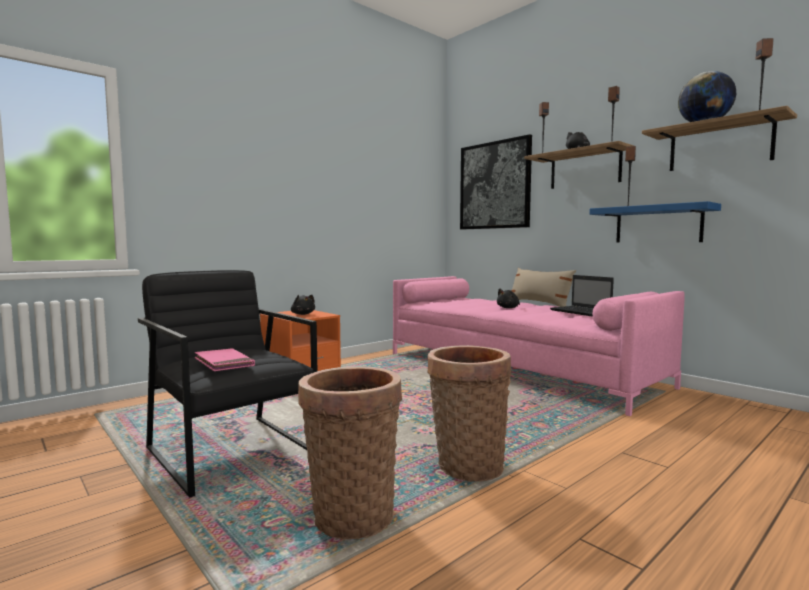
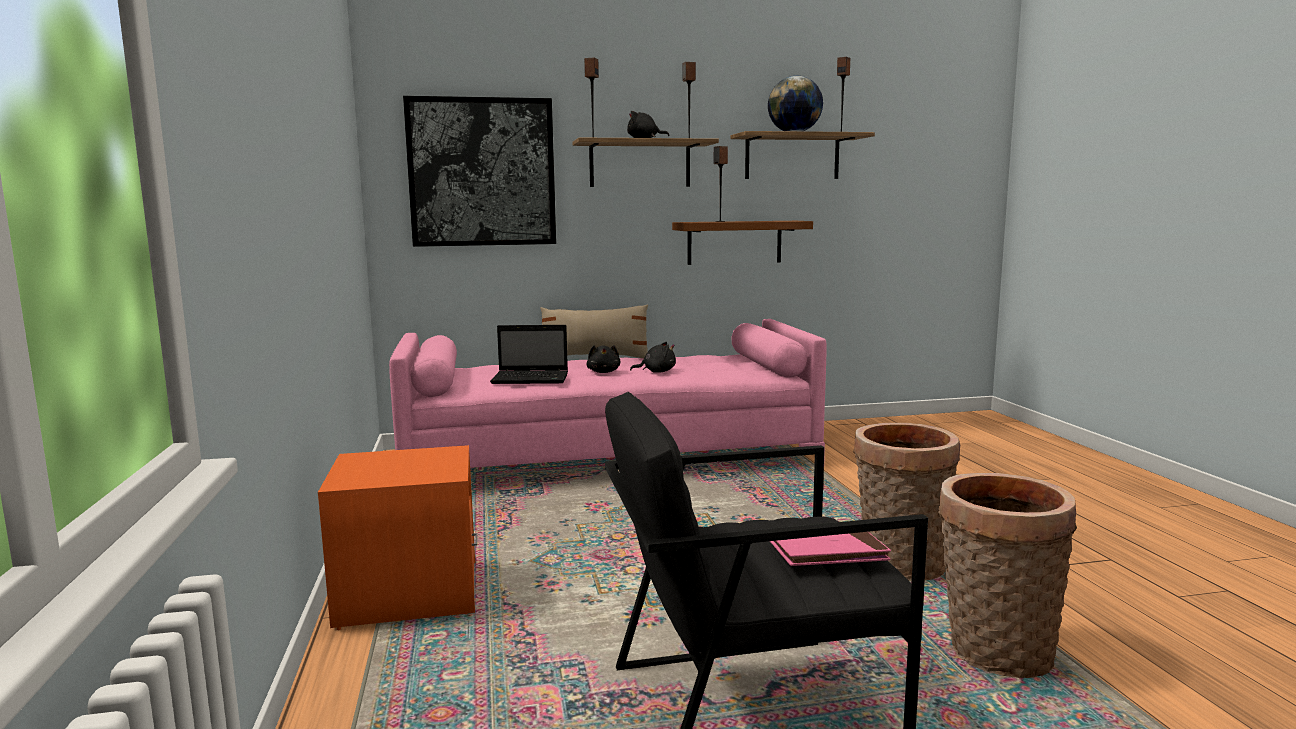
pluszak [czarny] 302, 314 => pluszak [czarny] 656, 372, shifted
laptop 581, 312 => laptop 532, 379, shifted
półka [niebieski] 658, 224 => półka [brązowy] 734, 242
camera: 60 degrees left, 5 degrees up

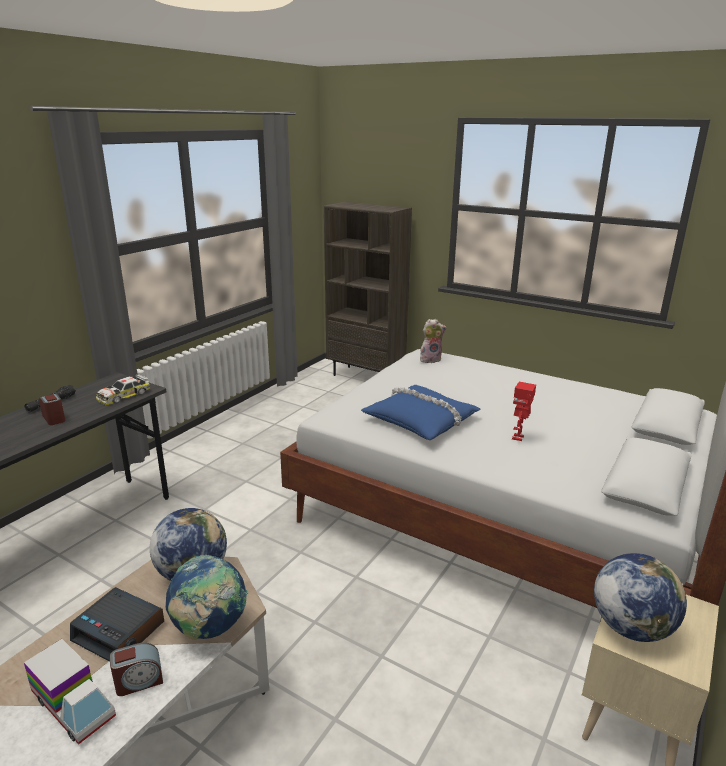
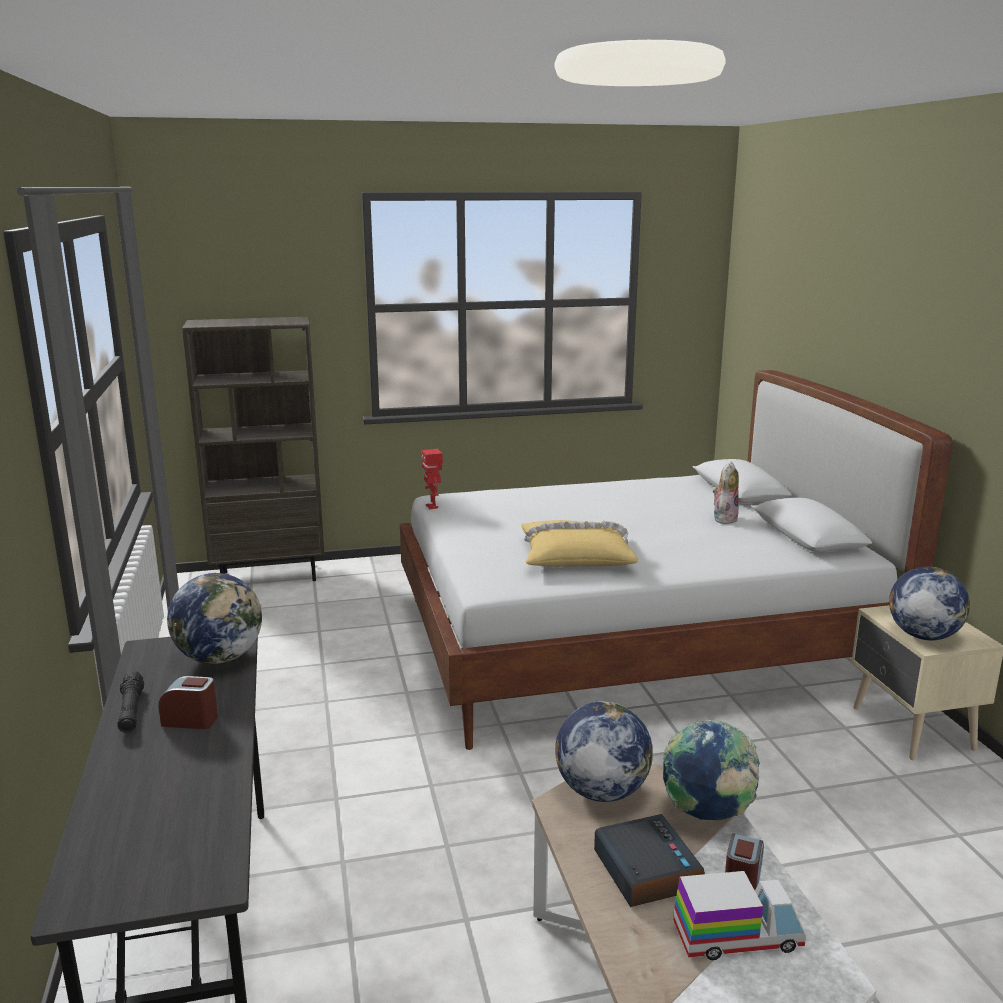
pluszak 430, 359 => pluszak 724, 518, shifted
robot zabawkowy 518, 438 => robot zabawkowy 432, 507, shifted
samochodzik 123, 395 => globus 220, 658
poduszka [niebieski] 421, 420 => poduszka [żółty] 575, 555
budzik 120, 631 => budzik 646, 870, 90 degrees counterclockwise
camera: 45 degrees left, 5 degrees down

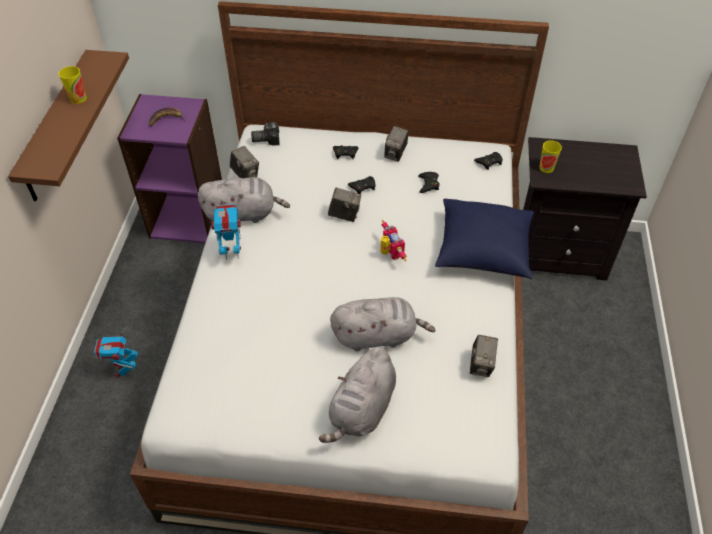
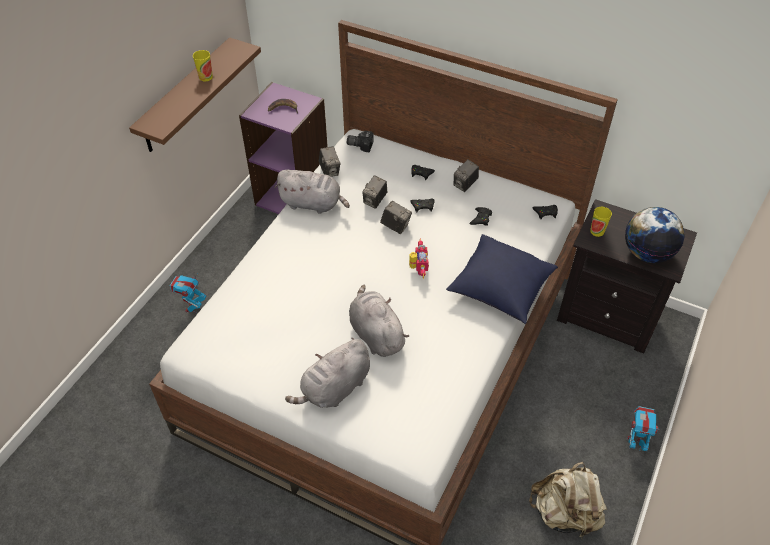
nothing => plecak [beżowy] 564, 513
nothing => globus 647, 253
robot zabawkowy 232, 253 => robot zabawkowy 634, 443, shifted
aparat fotograficzny 481, 365 => aparat fotograficzny 375, 201, shifted
pluszak [szary] 377, 336 => pluszak [szary] 375, 334, 135 degrees counterclockwise
camera: 20 degrees right, 0 degrees up

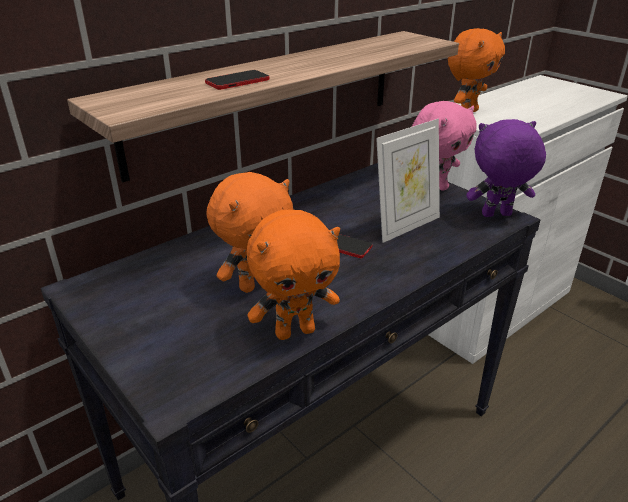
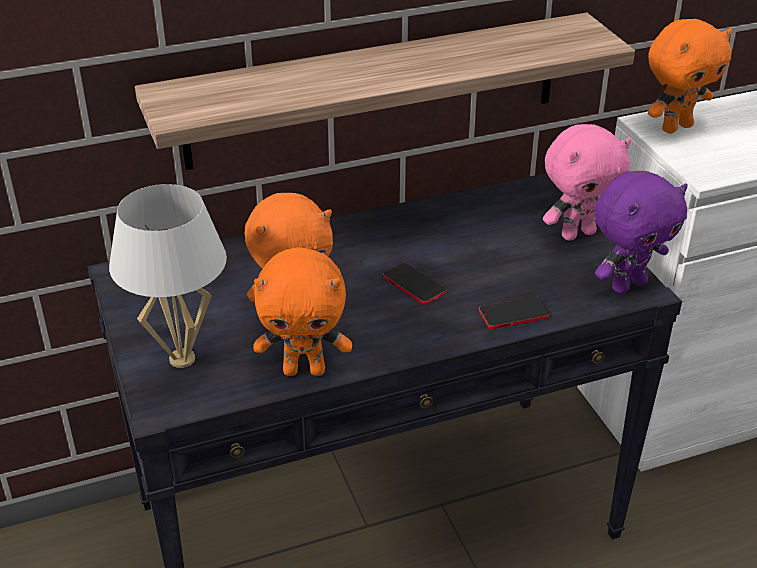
ramka na zdjęcie 405, 226 => nothing
nothing => lampa stołowa [biały] 182, 359
telefon 237, 81 => telefon 513, 314, shifted
pluszak [fioletowy] 496, 215 => pluszak [fioletowy] 628, 284, 135 degrees clockwise
camera: 20 degrees right, 5 degrees up

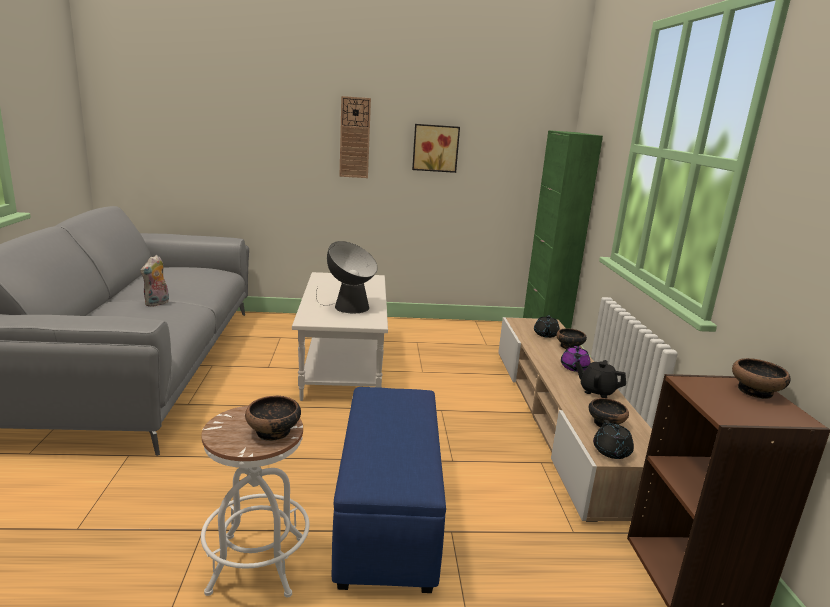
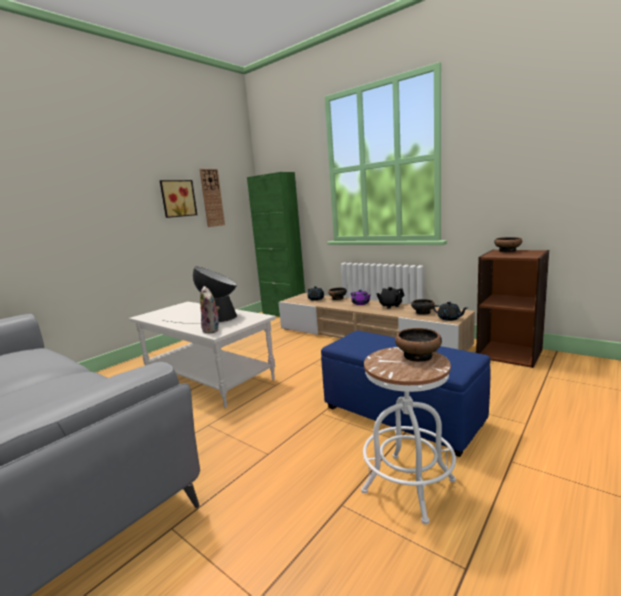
pluszak 157, 303 => pluszak 212, 330, shifted
zegar ścienny 355, 138 => zegar ścienny 212, 198, shifted
camera: 45 degrees left, 5 degrees down

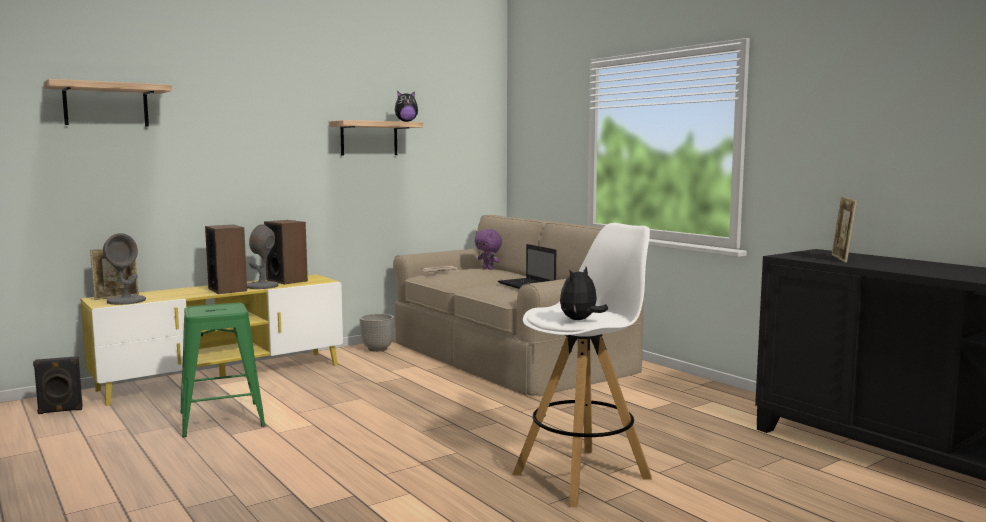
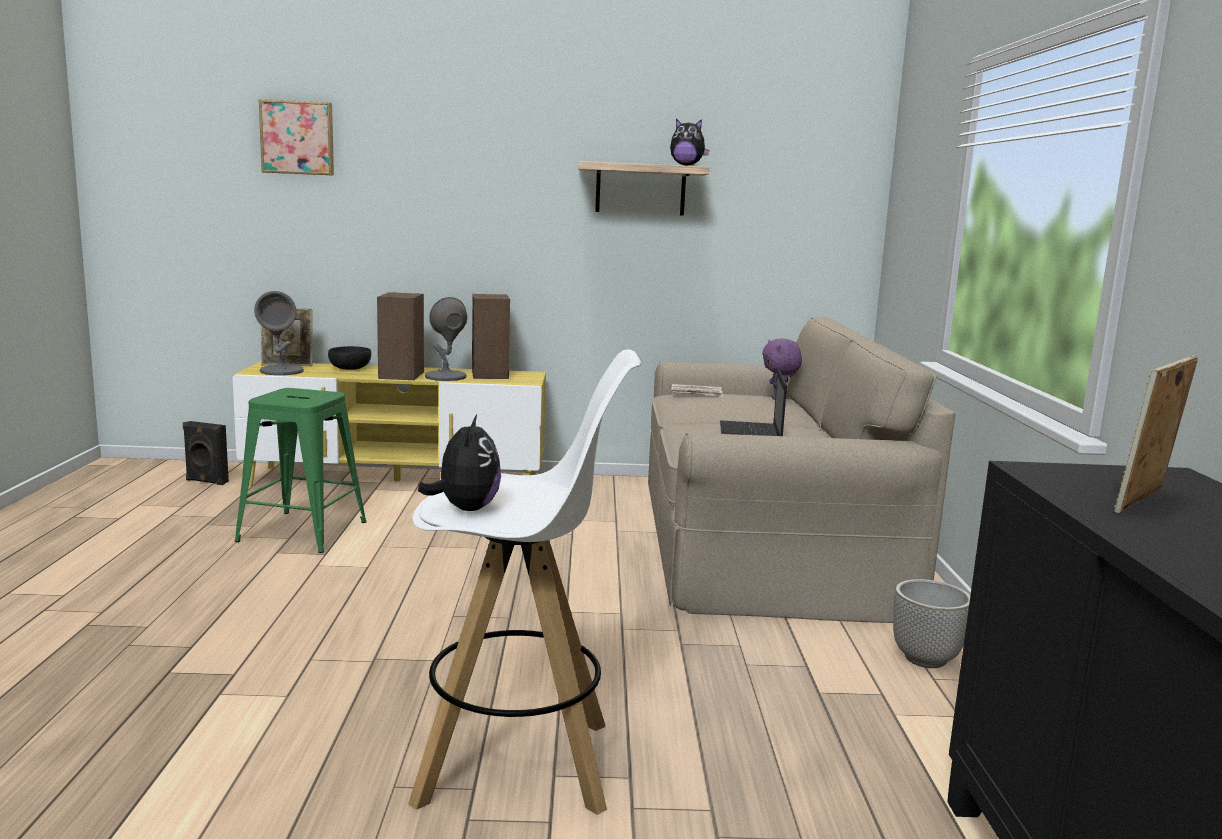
nothing => miska [czarny] 350, 368
donica 378, 349 => donica 926, 659, shifted
półka 106, 105 => obraz 298, 138
pluszak 580, 320 => pluszak 465, 508, 105 degrees clockwise
camera: 35 degrees right, 5 degrees up

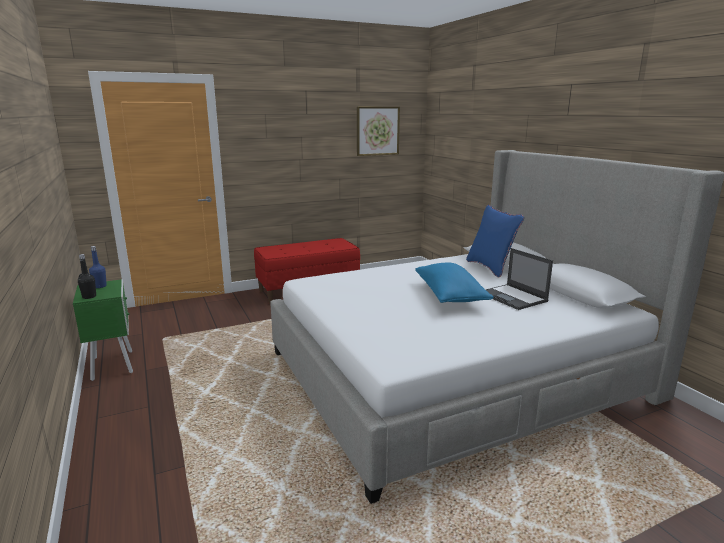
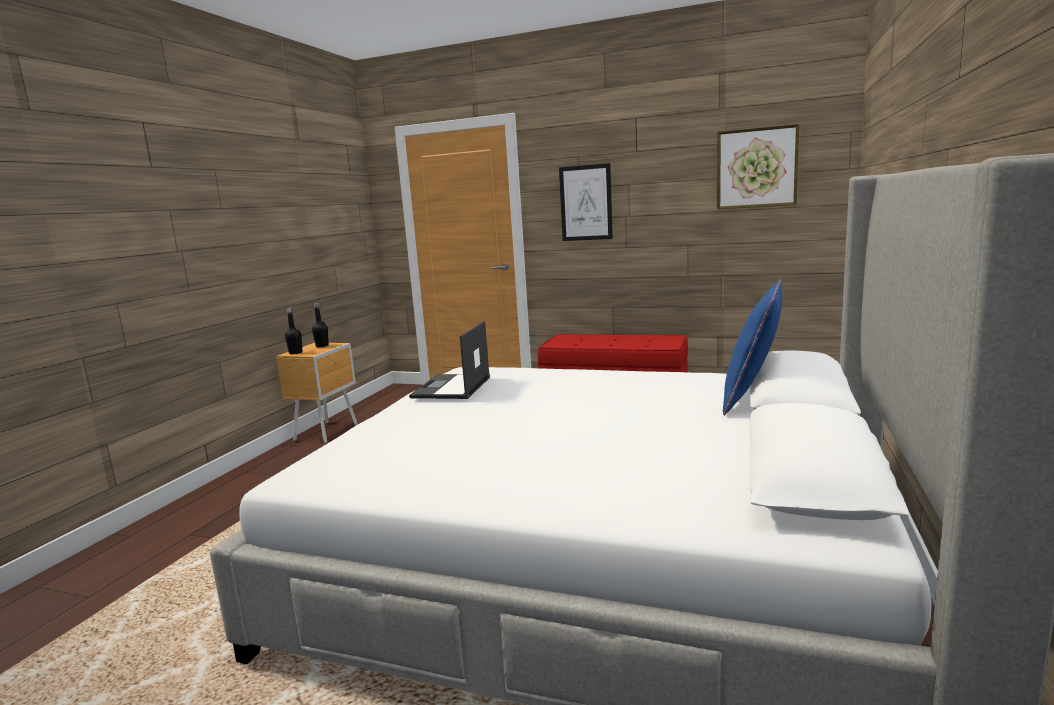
poduszka [niebieski] 450, 295 => nothing
nothing => obraz 586, 203
laptop 513, 297 => laptop 451, 387, shifted
szafka nocna [zielony] 113, 365 => szafka nocna [brązowy] 328, 432
butelka [niebieski] 100, 286 => butelka [czarny] 322, 346
camera: 45 degrees right, 5 degrees down

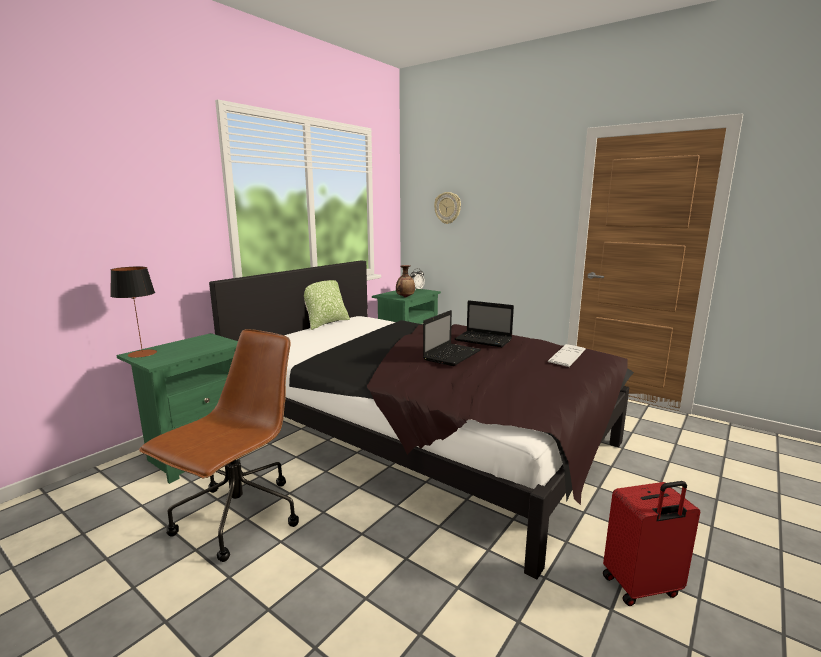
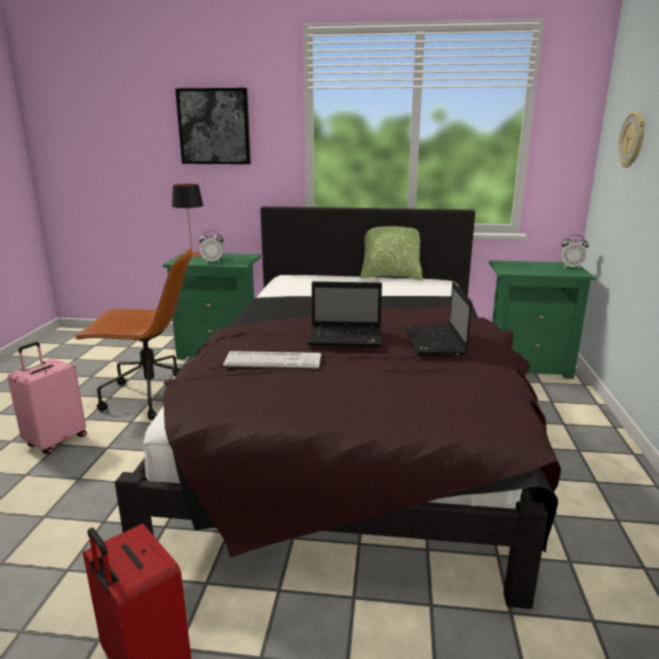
wazon 405, 297 => nothing
nothing => walizka [różowy] 56, 441
nothing => obraz 214, 126
nothing => budzik 213, 262
klawiatura 567, 356 => klawiatura 273, 361, shifted
camera: 60 degrees right, 5 degrees up

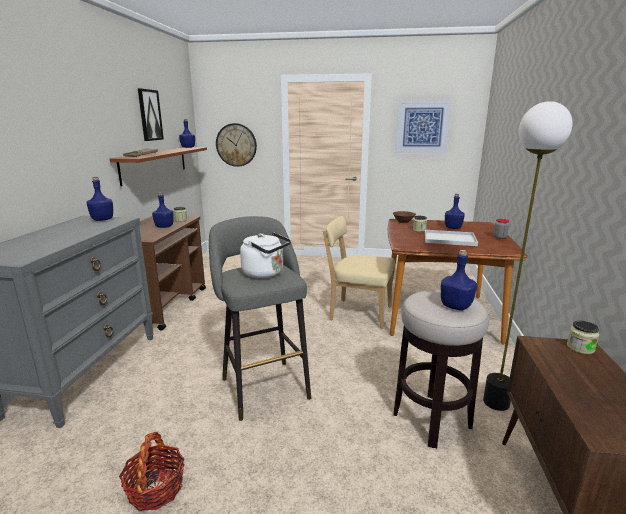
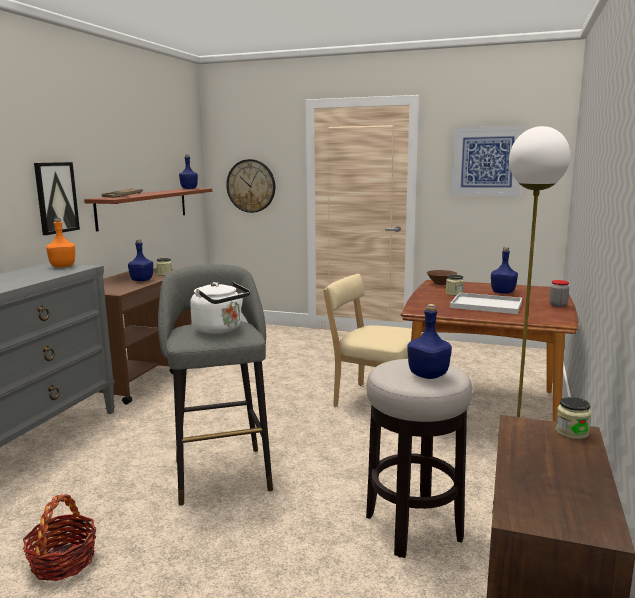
obraz 150, 115 => obraz 56, 197, shifted
butelka [niebieski] 103, 219 => butelka [pomarańczowy] 63, 266
camera: 10 degrees right, 5 degrees down

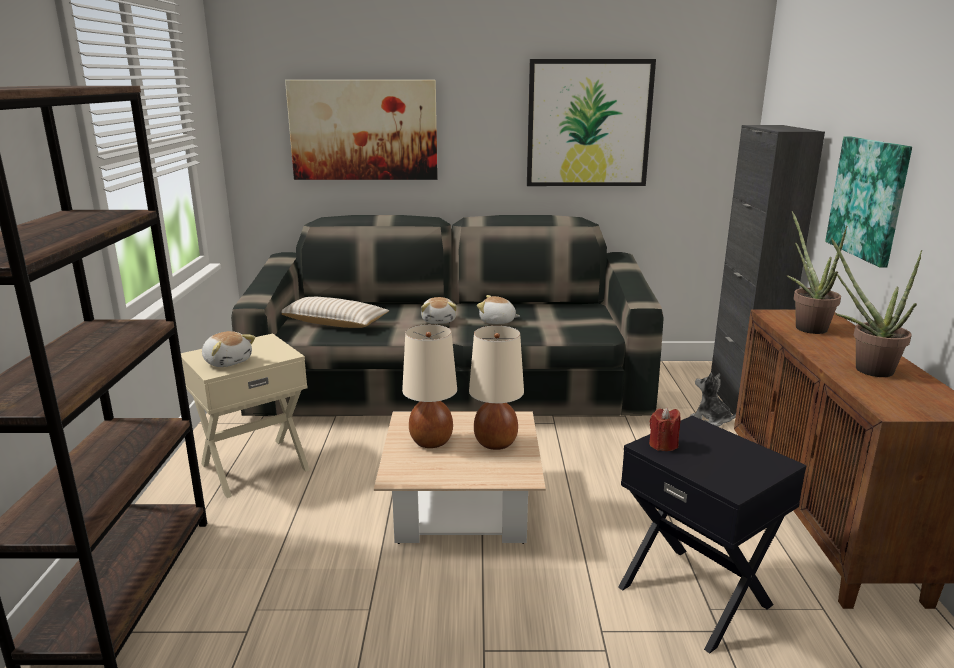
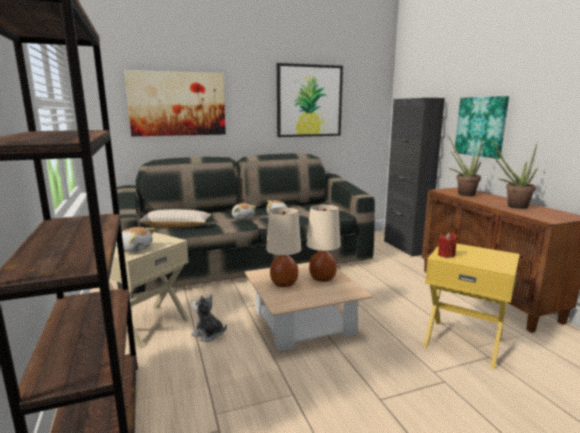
pluszak 711, 420 => pluszak 208, 334, shifted
stolik [czarny] 695, 595 => stolik [żółty] 463, 342
camera: 20 degrees left, 5 degrees down

